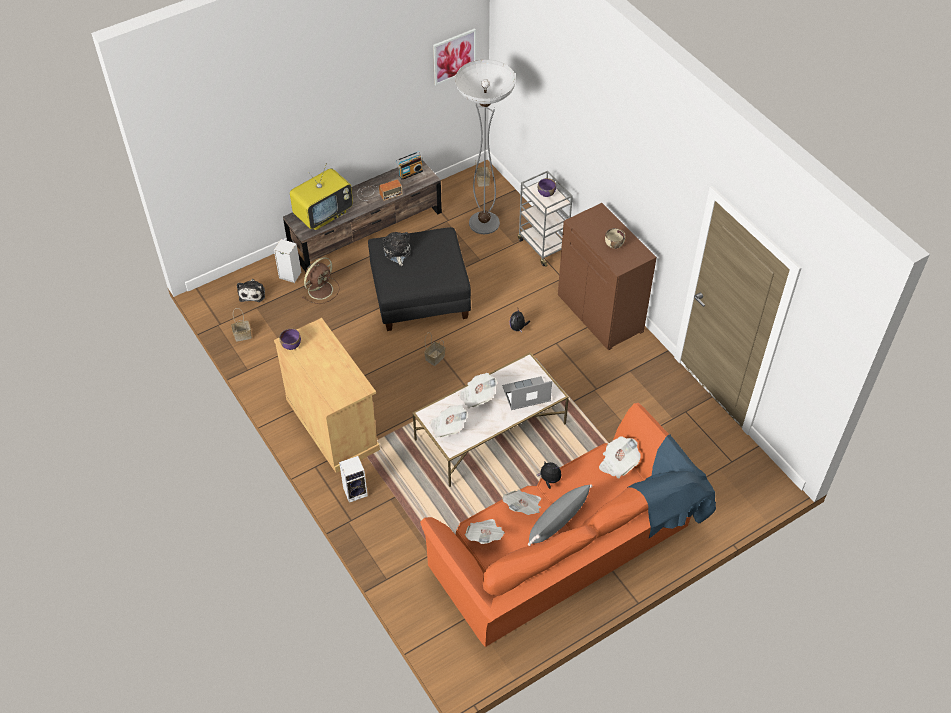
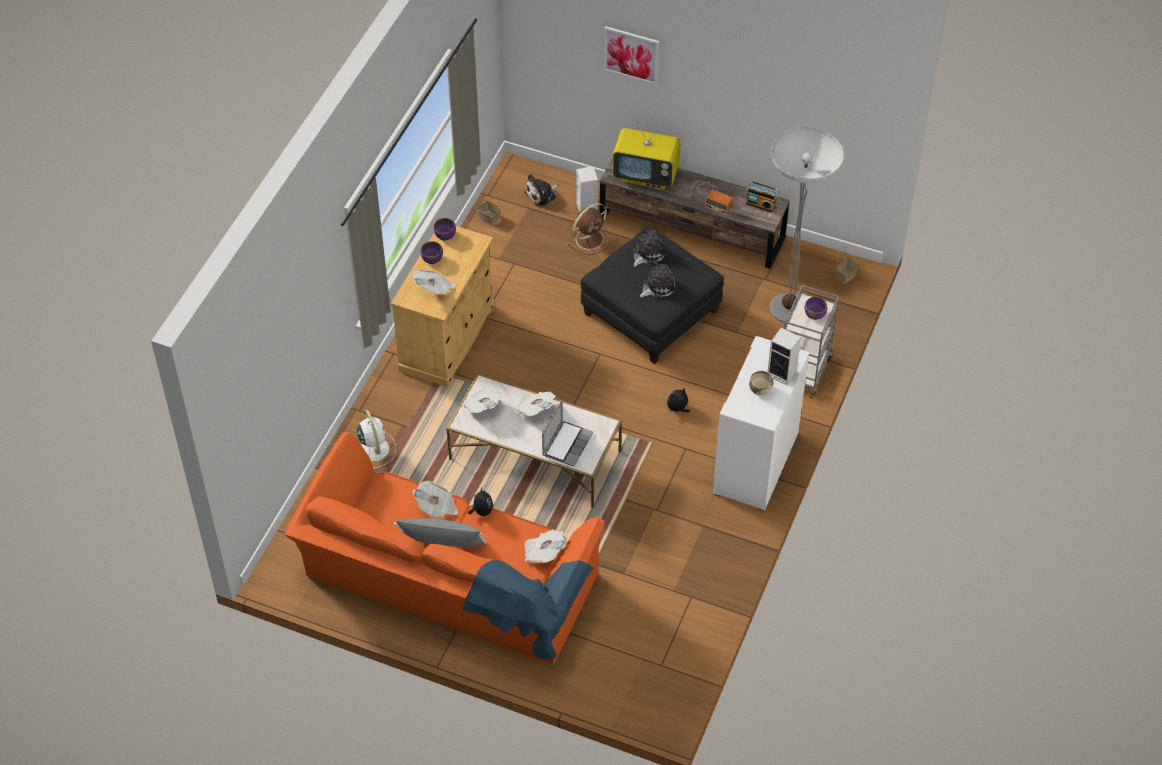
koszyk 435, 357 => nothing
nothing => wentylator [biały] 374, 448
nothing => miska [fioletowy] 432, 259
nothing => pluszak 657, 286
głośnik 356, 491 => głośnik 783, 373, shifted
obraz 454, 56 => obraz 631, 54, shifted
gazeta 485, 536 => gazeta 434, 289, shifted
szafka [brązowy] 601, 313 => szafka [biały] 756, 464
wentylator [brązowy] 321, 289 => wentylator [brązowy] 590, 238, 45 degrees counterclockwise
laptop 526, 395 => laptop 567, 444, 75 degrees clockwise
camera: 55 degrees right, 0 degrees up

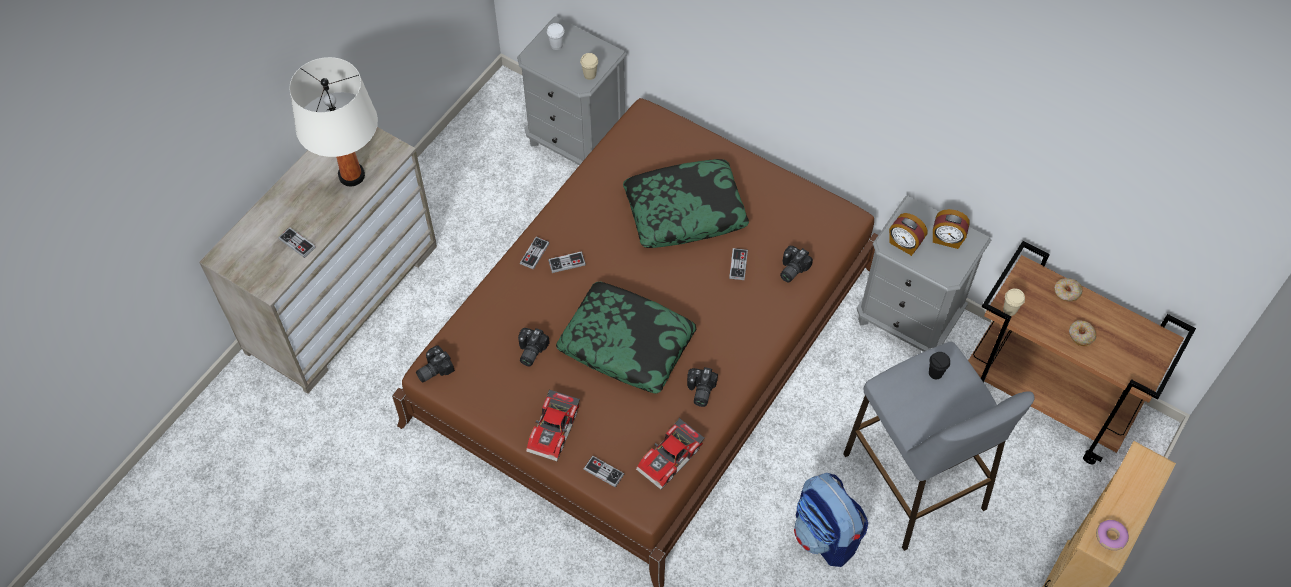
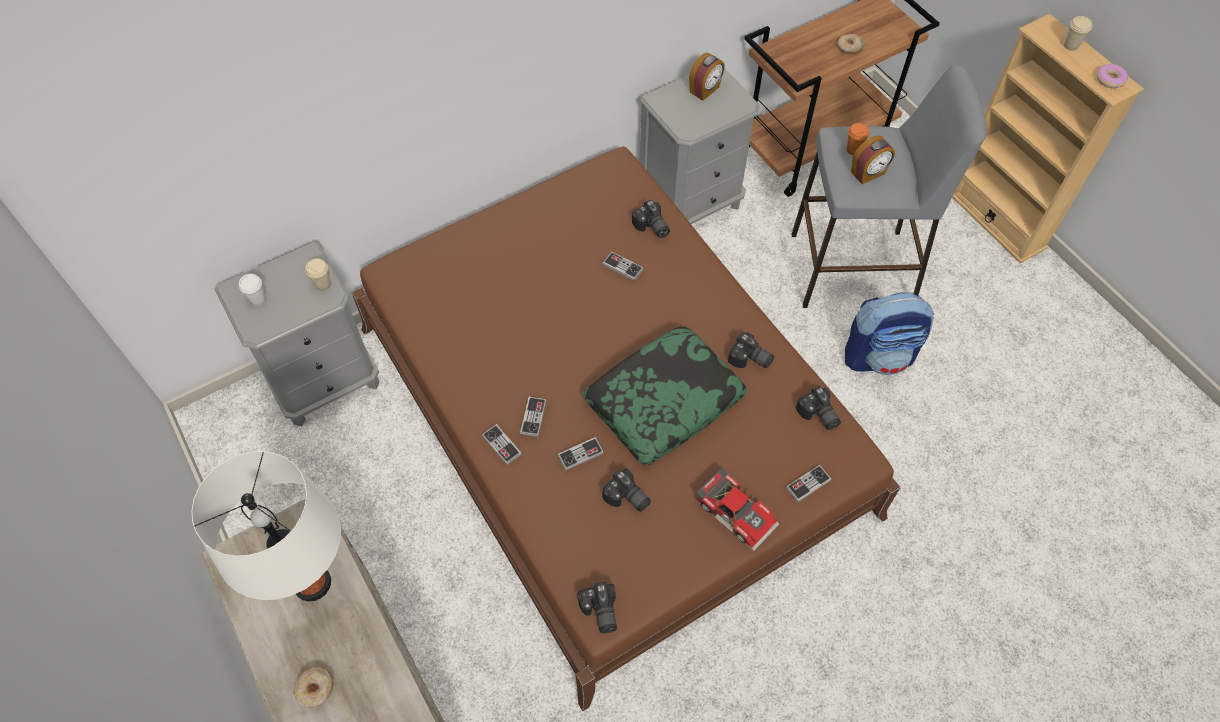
poduszka 685, 211 => nothing
pad do gier 297, 243 => pad do gier 580, 454, shifted
budzik 904, 244 => budzik 868, 173, shifted
filiżanka [beżowy] 1009, 310 => filiżanka [beżowy] 1070, 45, shifted
donut 1066, 292 => donut 316, 689, shifted
samochodzik 671, 459 => aparat fotograficzny 818, 415
filiżanka [czarny] 935, 373 => filiżanka [pomarańczowy] 853, 150
camera: 65 degrees left, 0 degrees up

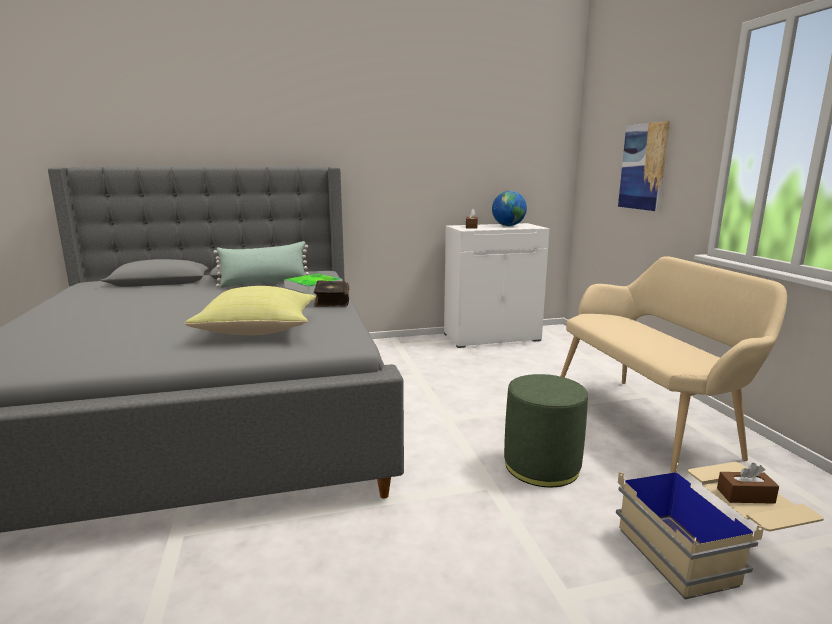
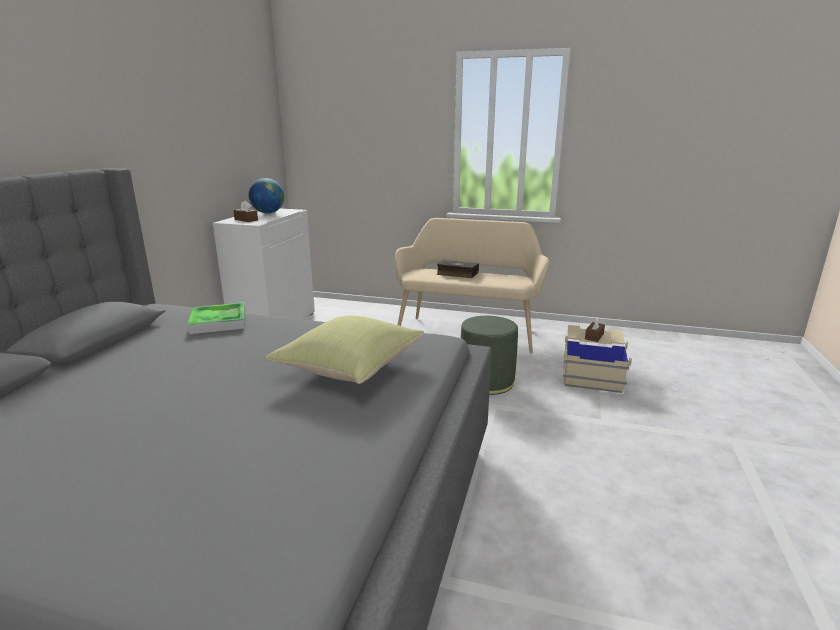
poduszka [zielony] 265, 283 => nothing
obraz 643, 167 => nothing
książka 331, 301 => książka 457, 274, shifted
camera: 60 degrees left, 5 degrees up

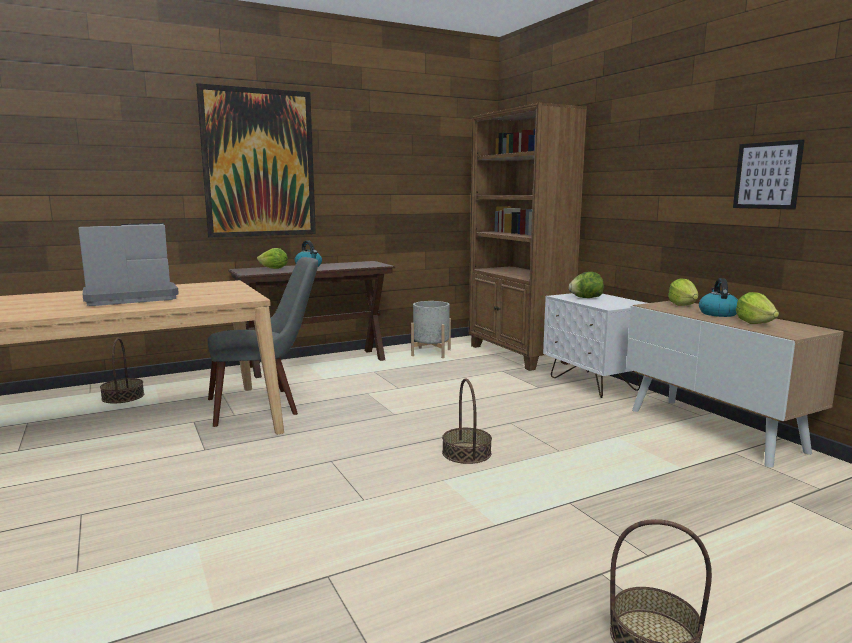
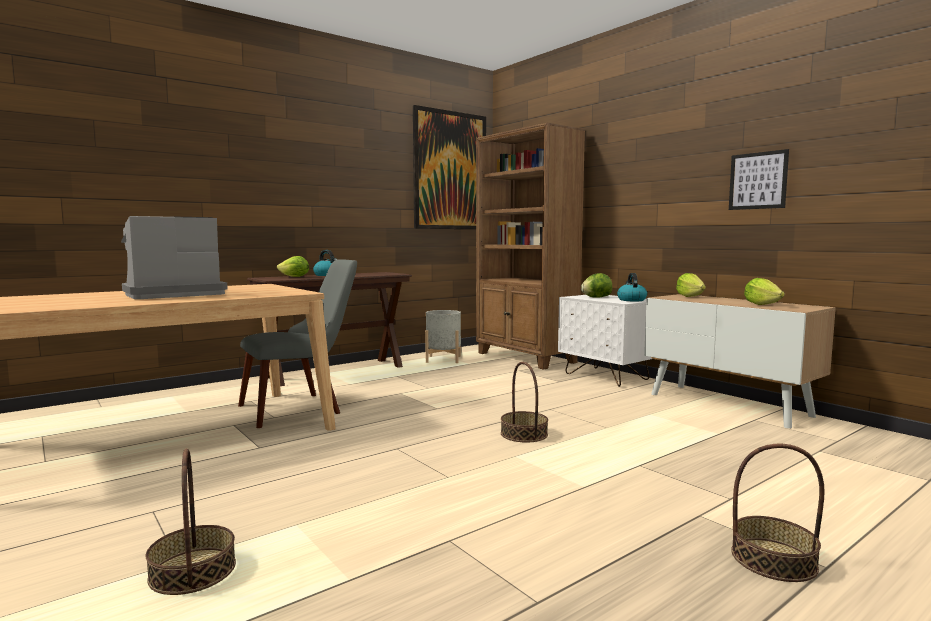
koszyk 123, 397 => koszyk 192, 571, shifted
obraz 259, 163 => obraz 450, 171, shifted
czajnik 717, 313 => czajnik 631, 300, shifted
camera: 10 degrees left, 5 degrees down

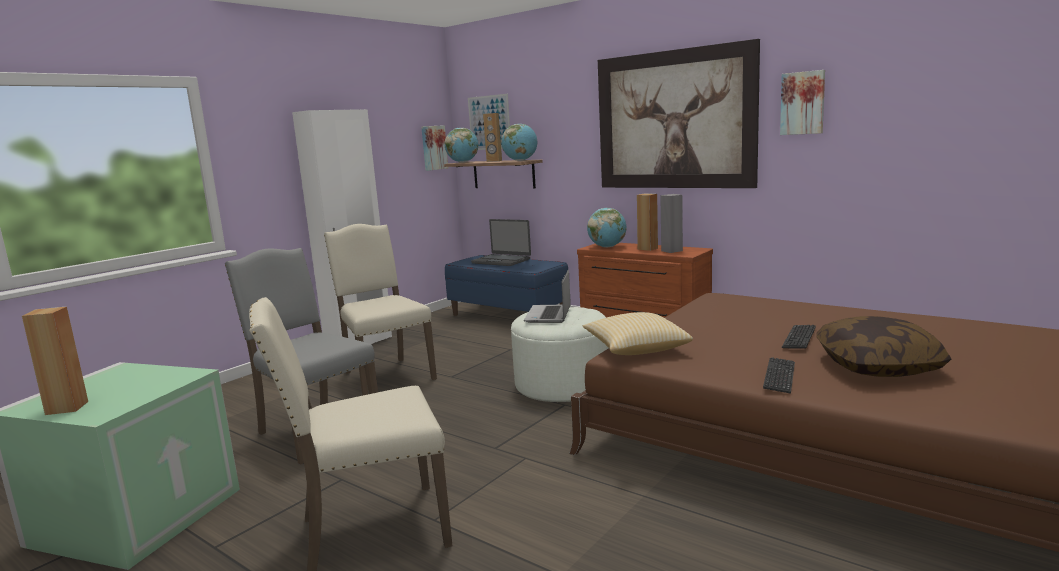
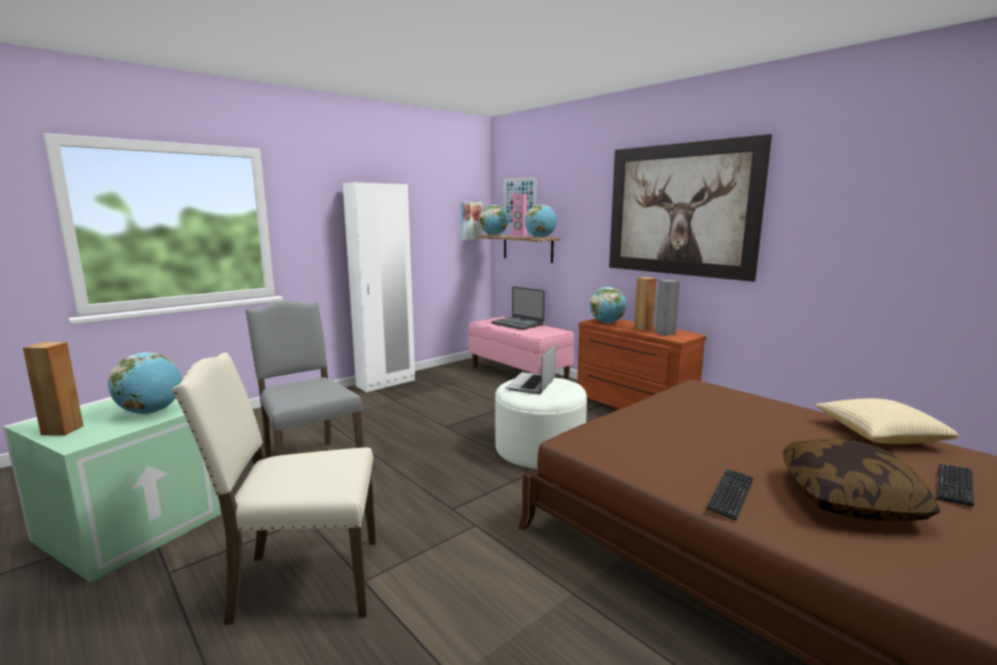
krzesło [beżowy] 386, 375 => nothing
obraz 802, 103 => nothing
nothing => globus 151, 412
poduszka 636, 348 => poduszka 879, 435, shifted
klawiatura 799, 338 => klawiatura 954, 486, shifted
ławka [niebieski] 508, 316 => ławka [różowy] 519, 372
głośnik [brązowy] 494, 161 => głośnik [różowy] 519, 236
camera: 10 degrees right, 0 degrees up

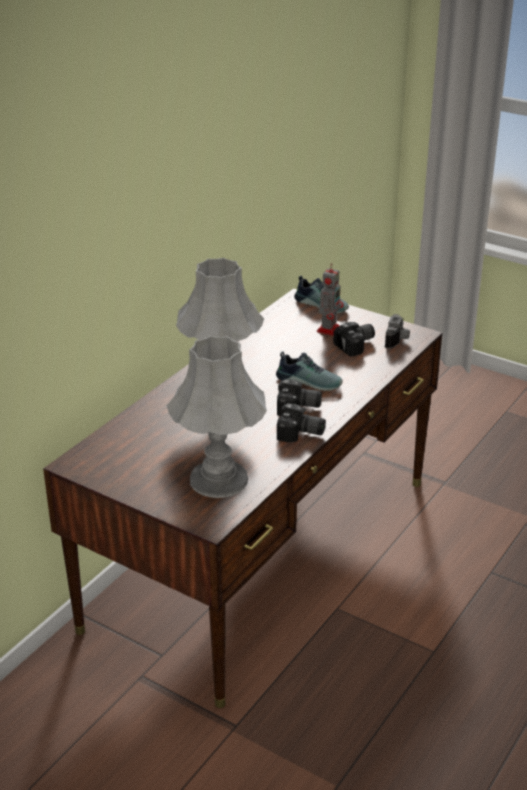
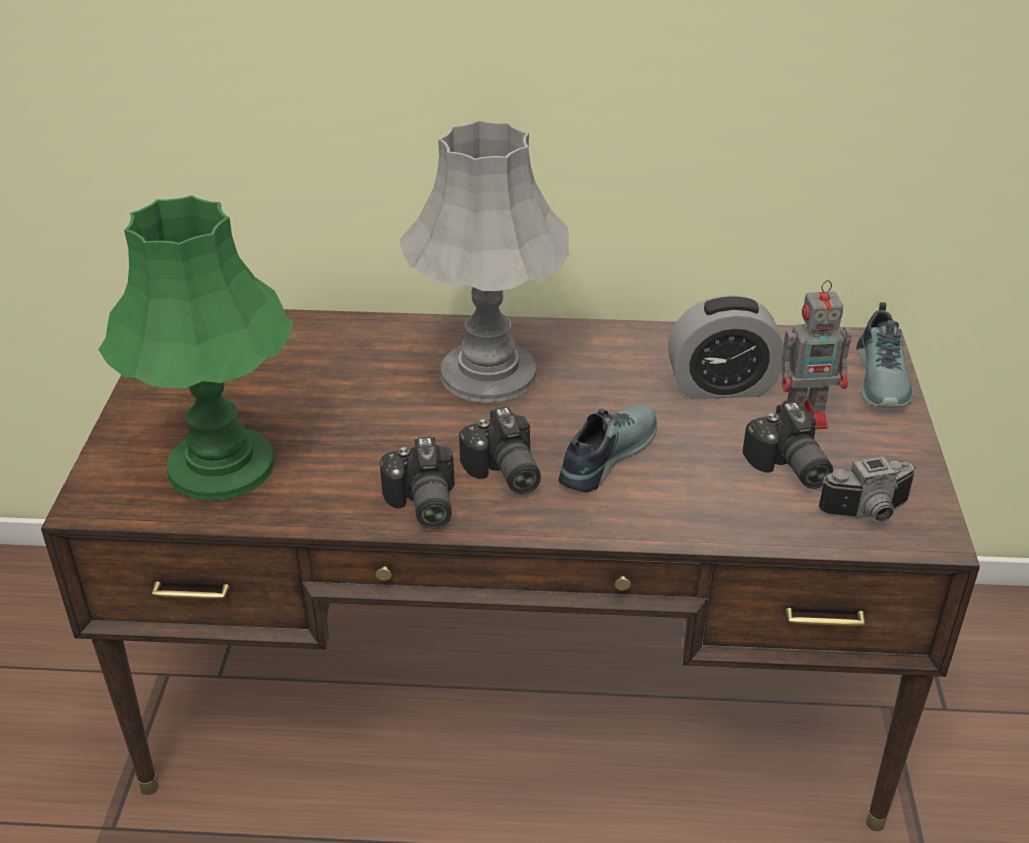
nothing => budzik 721, 386
lampa stołowa [szary] 219, 479 => lampa stołowa [zielony] 222, 466
but 309, 381 => but 604, 455, 135 degrees counterclockwise
aparat fotograficzny 357, 345 => aparat fotograficzny 788, 468, 45 degrees clockwise
camera: 60 degrees right, 5 degrees up

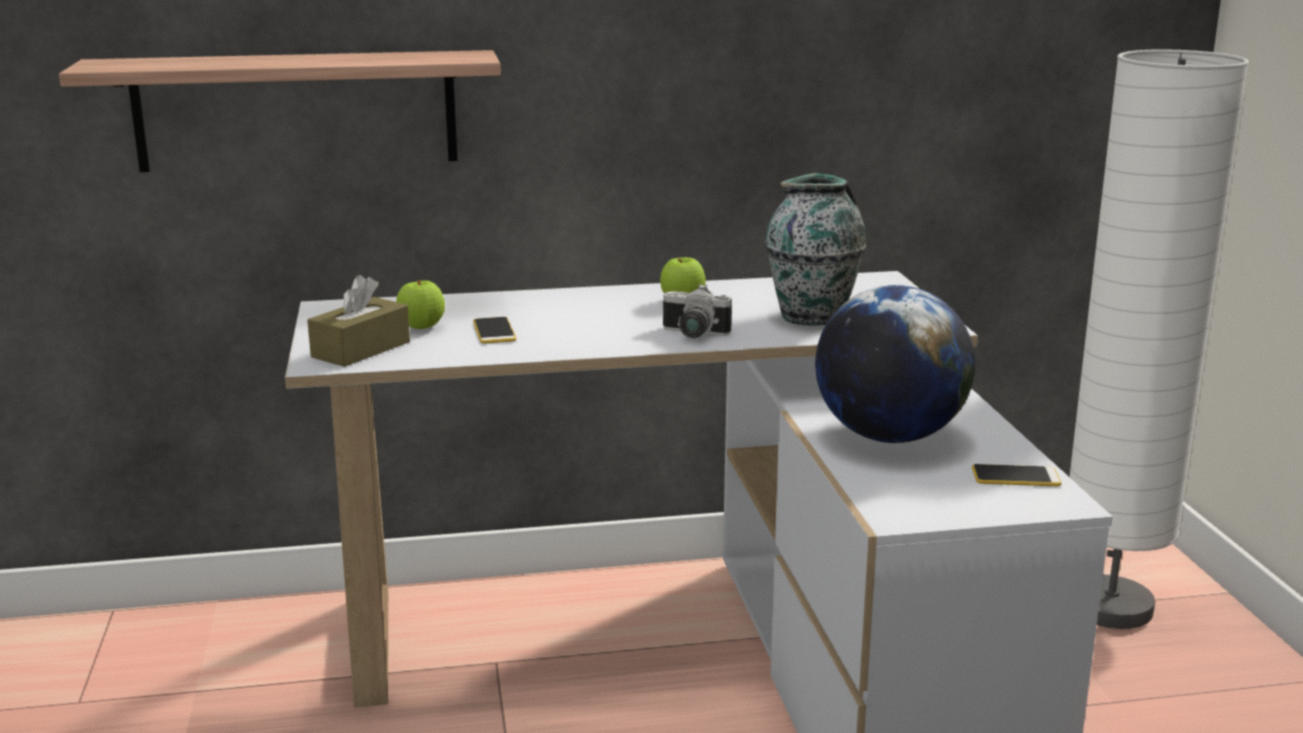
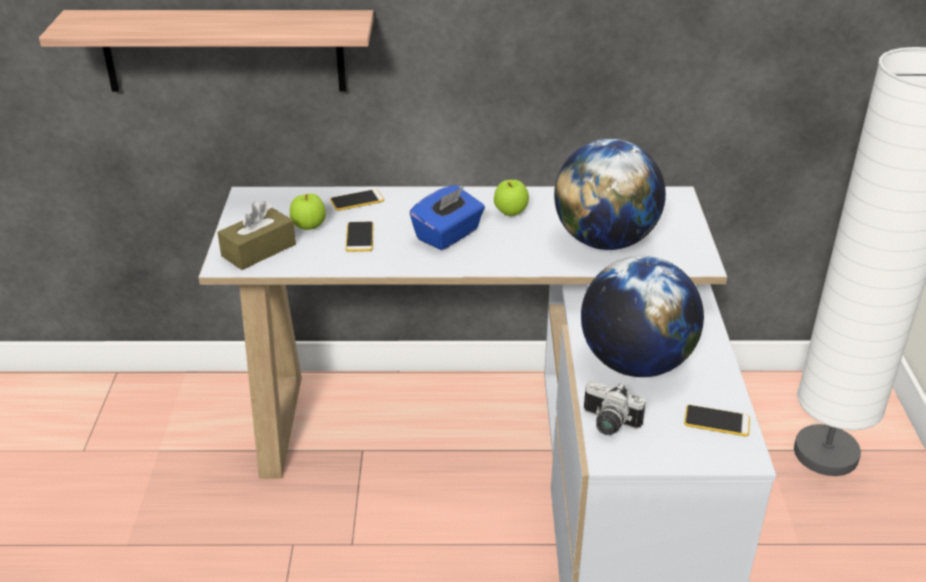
nothing => telefon 357, 200
nothing => pudełko chusteczek [niebieski] 448, 235
aparat fotograficzny 692, 334 => aparat fotograficzny 608, 424, shifted
wazon 813, 316 => globus 605, 241
camera: 10 degrees right, 15 degrees up

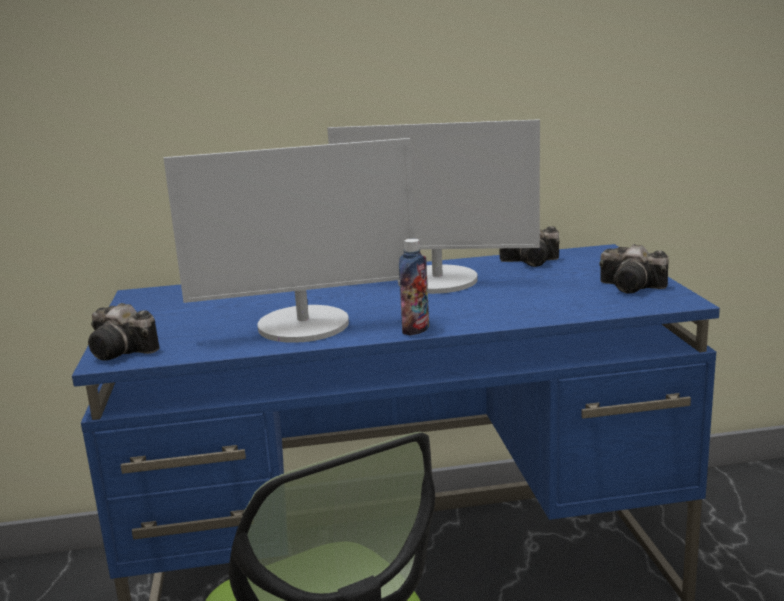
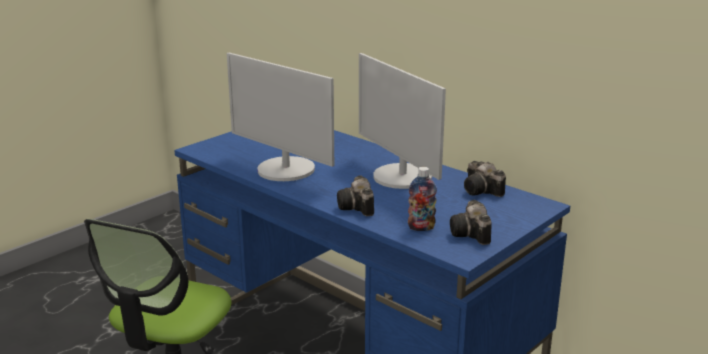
aparat fotograficzny 123, 351 => aparat fotograficzny 357, 208, shifted
butelka 415, 329 => butelka 421, 227, shifted
camera: 50 degrees right, 5 degrees up

